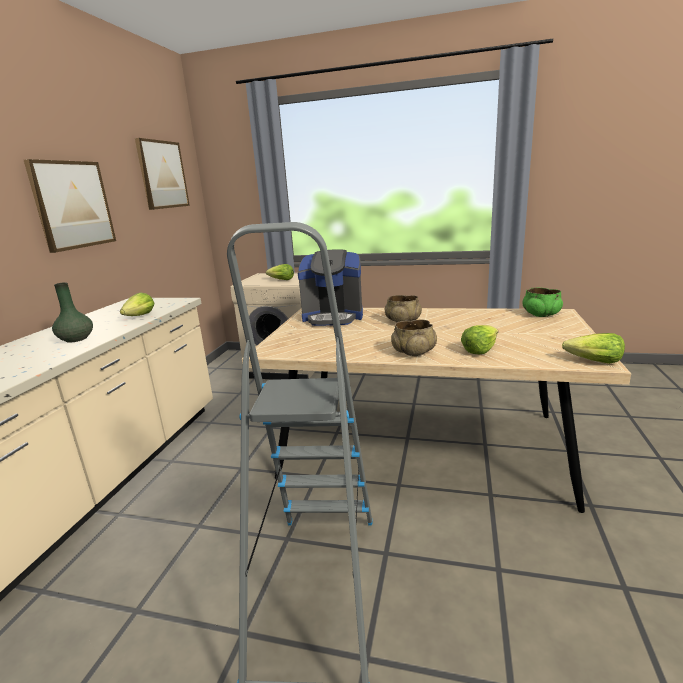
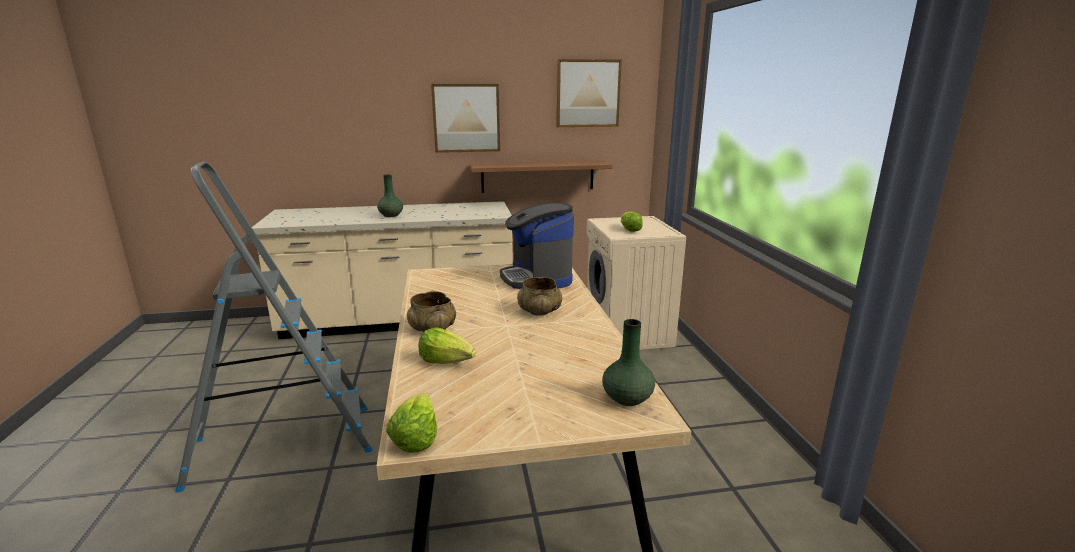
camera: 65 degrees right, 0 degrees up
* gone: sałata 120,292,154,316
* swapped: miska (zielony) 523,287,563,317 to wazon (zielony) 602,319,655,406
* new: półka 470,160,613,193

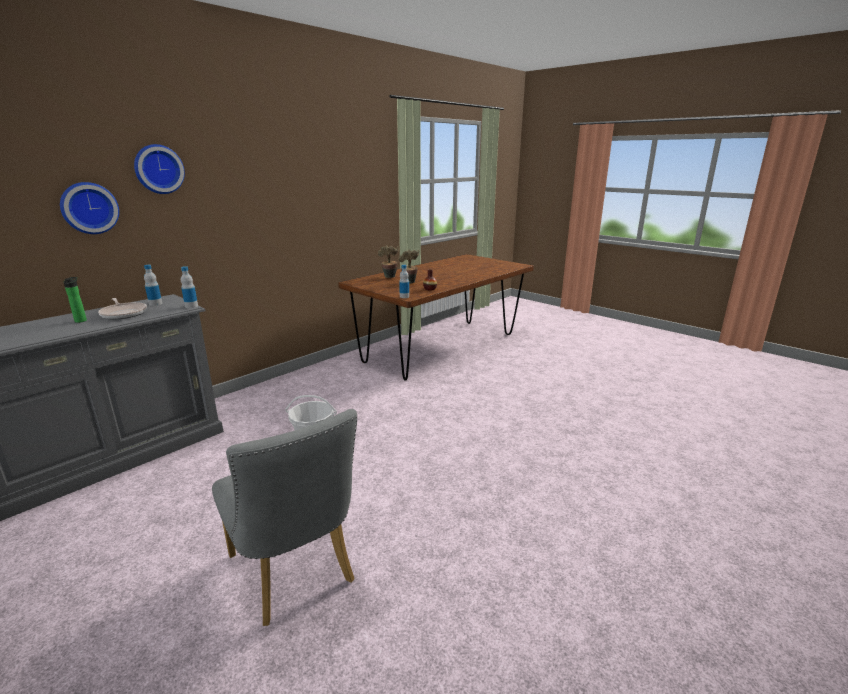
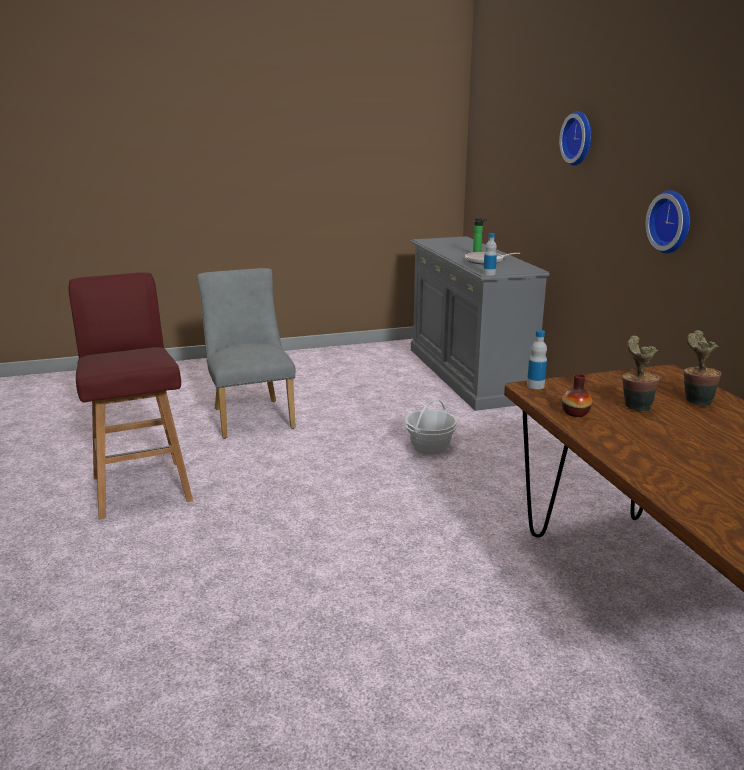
camera: 120 degrees right, 0 degrees up
* shifted: zegar ścienny 60,182,119,234 to 645,190,690,253
* gone: butelka 144,265,162,306
* rotated: krzesło (szary) 212,409,357,626 = 197,268,296,439 75 degrees clockwise
* new: stołek (czerwony) 68,272,193,519

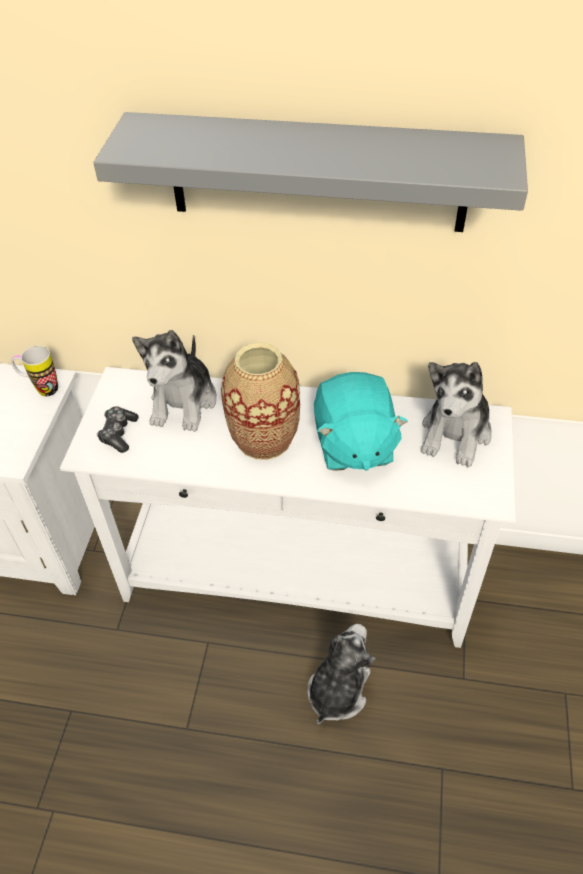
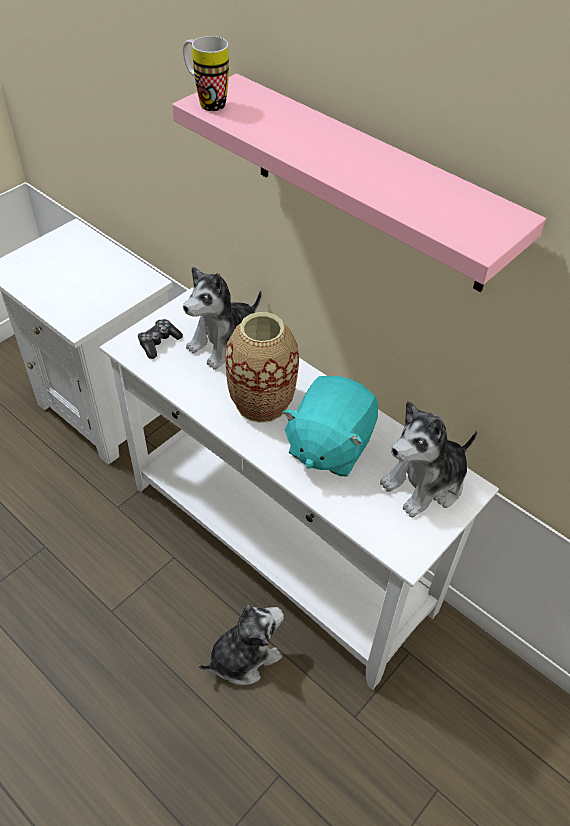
camera: 30 degrees right, 0 degrees up
* shifted: kubek 11,346,58,396 to 183,36,229,111
* repainted: półka (szary) 93,112,528,232 to półka (różowy) 172,74,546,292

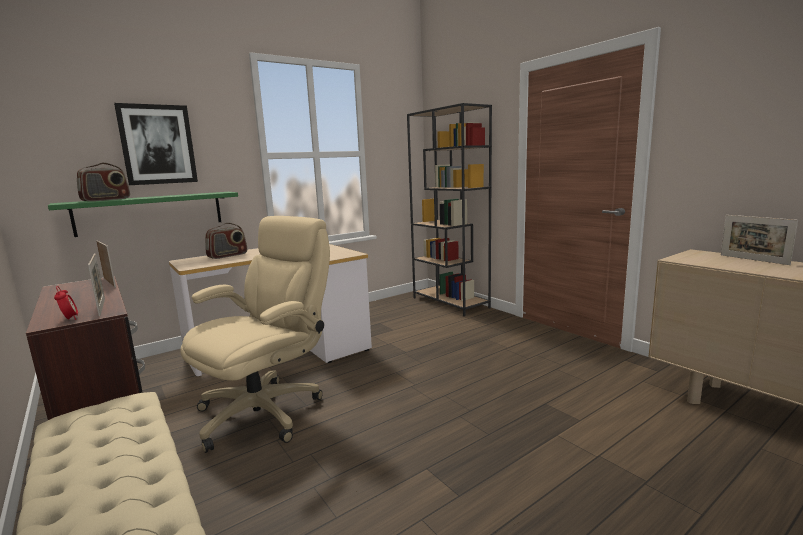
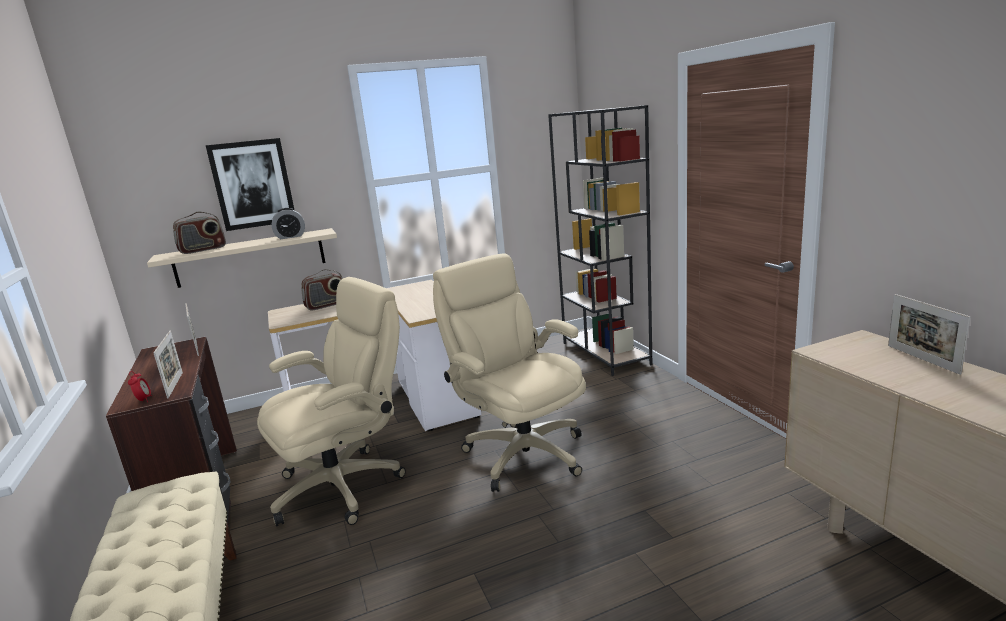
camera: 15 degrees right, 5 degrees up
* repainted: półka (zielony) 48,192,238,237 to półka (beżowy) 147,228,337,288
* new: budzik 272,208,305,239
* new: krzesło biurowe (beżowy) 433,253,586,492

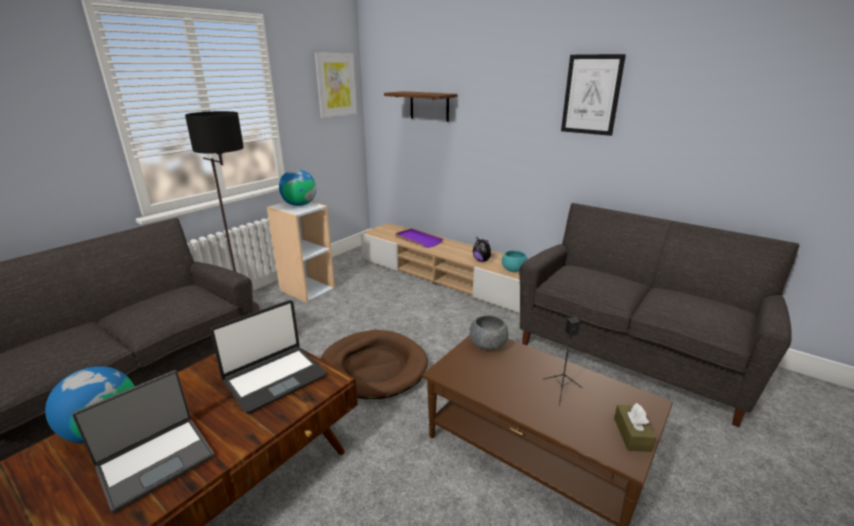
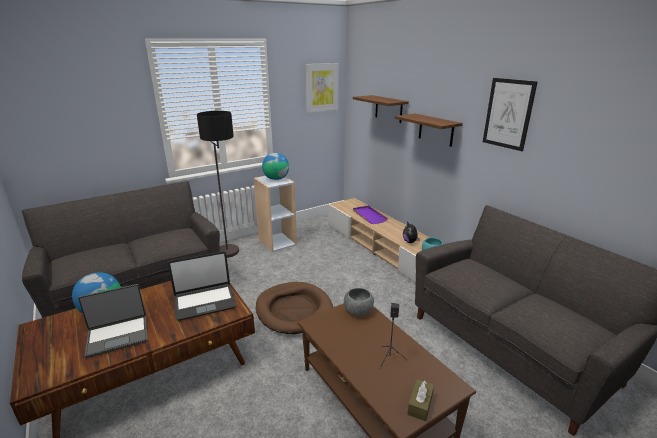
camera: 20 degrees right, 0 degrees up
* new: półka 395,114,463,147

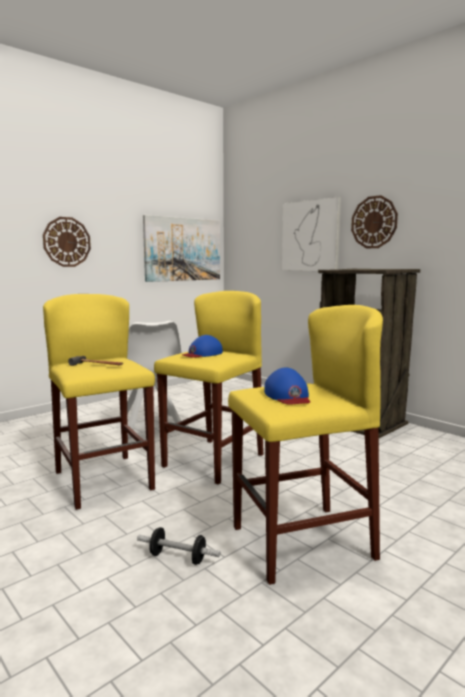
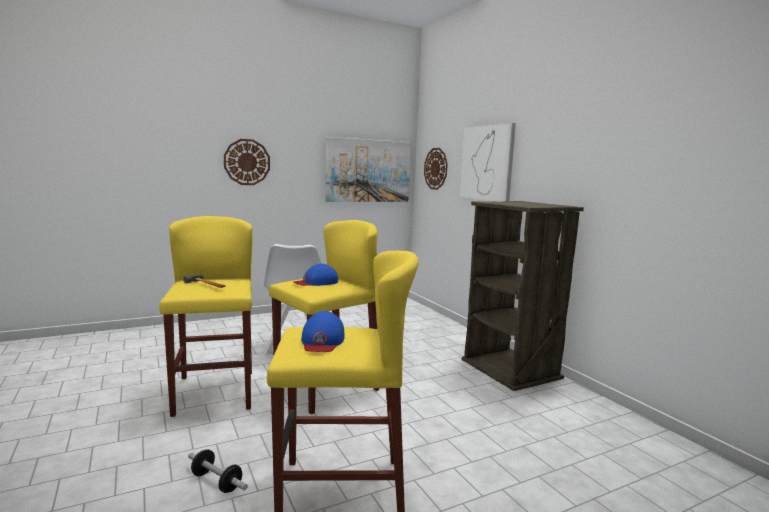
camera: 15 degrees right, 0 degrees up
* shifted: zegar ścienny 351,195,398,248 to 424,148,448,190

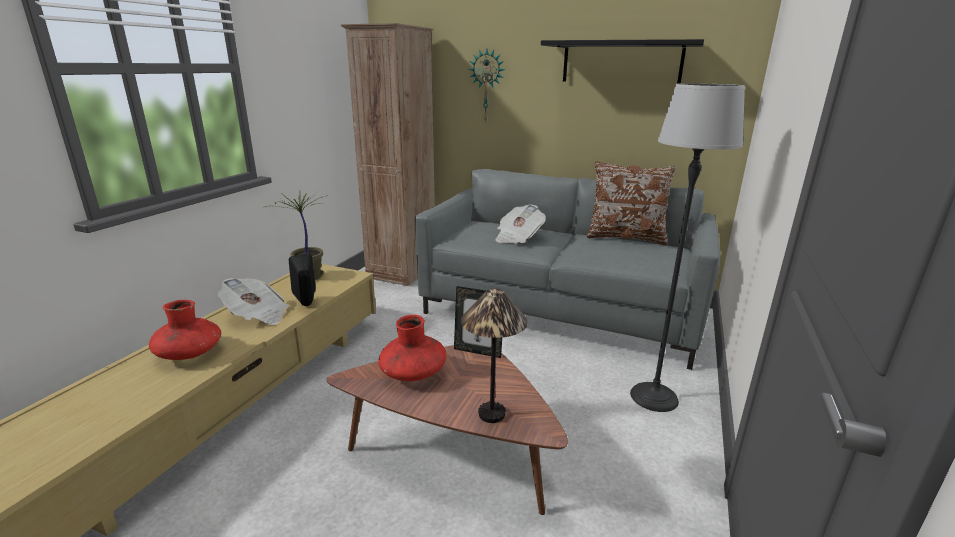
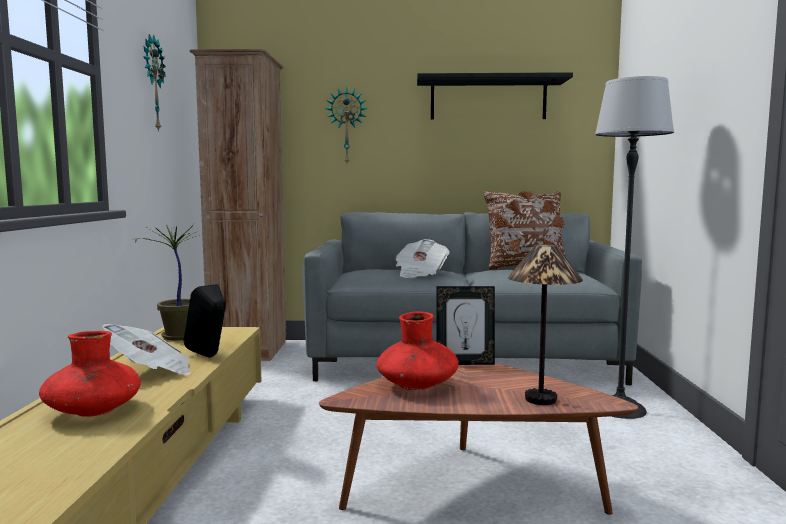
camera: 20 degrees left, 15 degrees down
* new: zegar ścienny 143,34,166,132

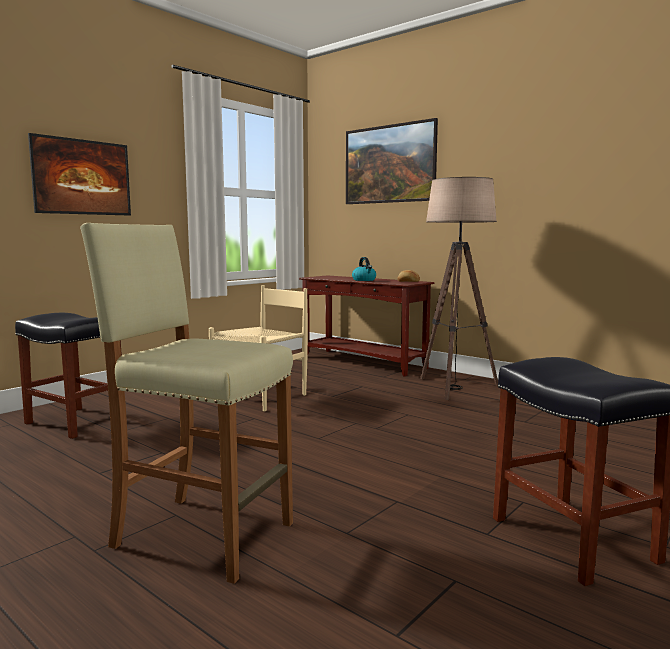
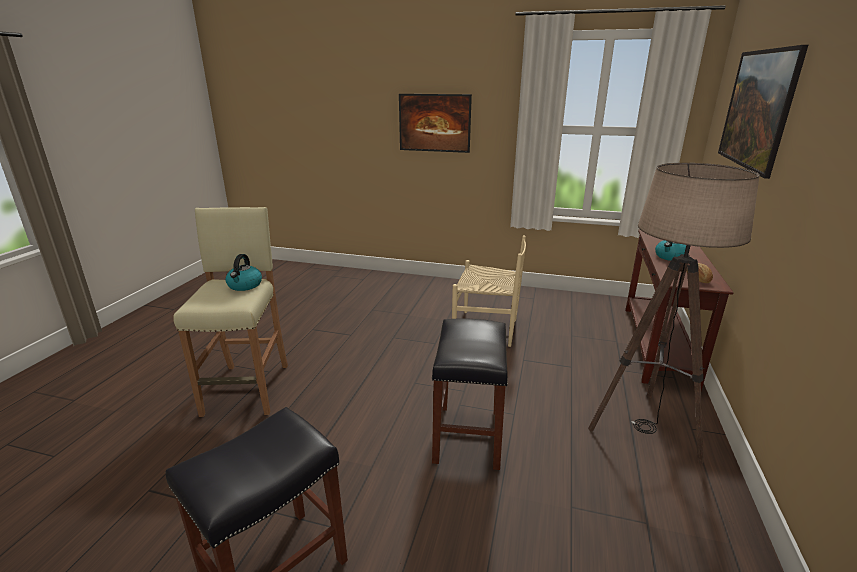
camera: 65 degrees right, 15 degrees up
* shifted: stołek (czarny) 15,313,122,439 to 432,318,508,470
* new: czajnik 225,254,262,291

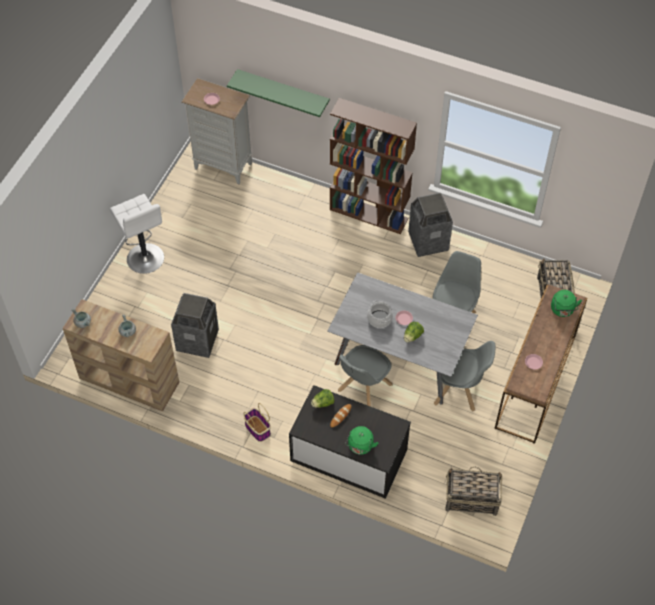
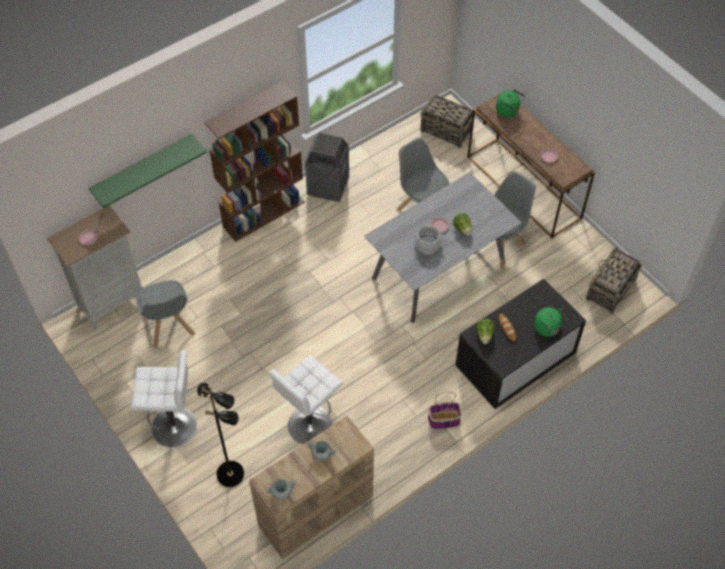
camera: 60 degrees left, 0 degrees up
* swapped: kosz na śmieci 171,293,219,358 to stołek (biały) 269,355,343,444
* shifted: krzesło (szary) 338,345,393,407 to 136,280,195,348
* new: lampa stojąca (czarny) 197,383,244,487

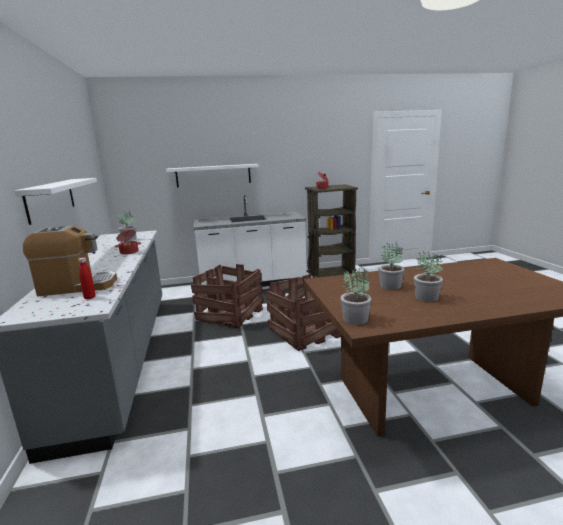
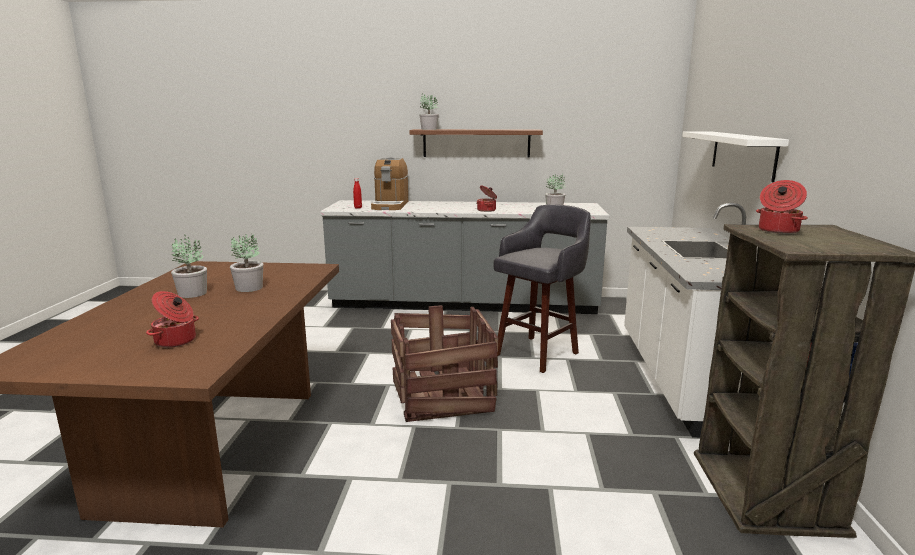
camera: 105 degrees right, 0 degrees up
* repainted: półka (biały) 15,178,97,225 to półka (brązowy) 409,129,543,158
* swapped: skrzynka 191,264,264,328 to stołek (szary) 494,205,591,373
* shifted: roślina doniczkowa 340,268,371,325 to 419,94,439,130
* new: garnek 146,291,199,348

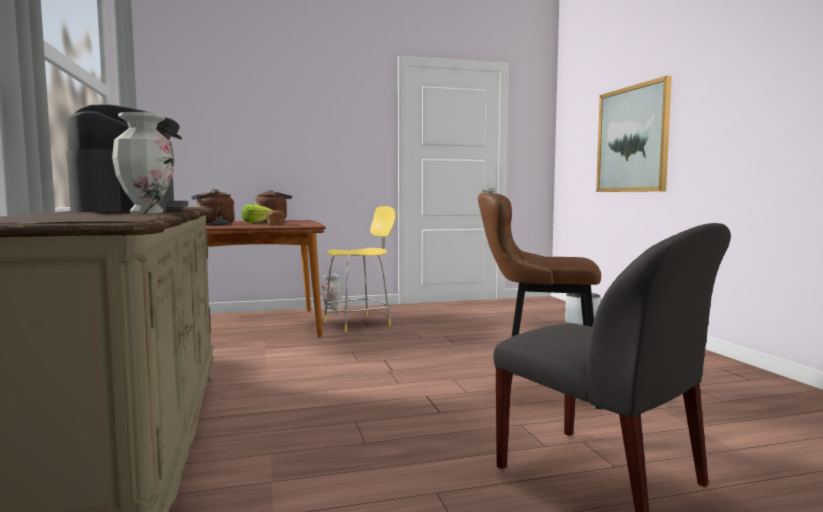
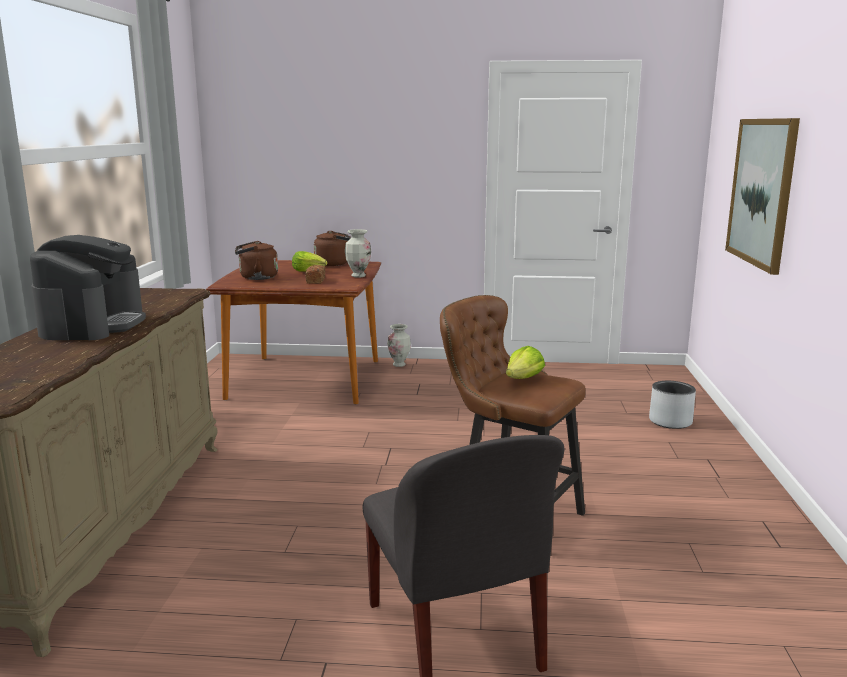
camera: 20 degrees right, 10 degrees up
* shifted: wazon 112,112,175,214 to 345,229,371,278
* gone: stołek (żółty) 324,206,396,332
* new: sałata 506,346,545,379

